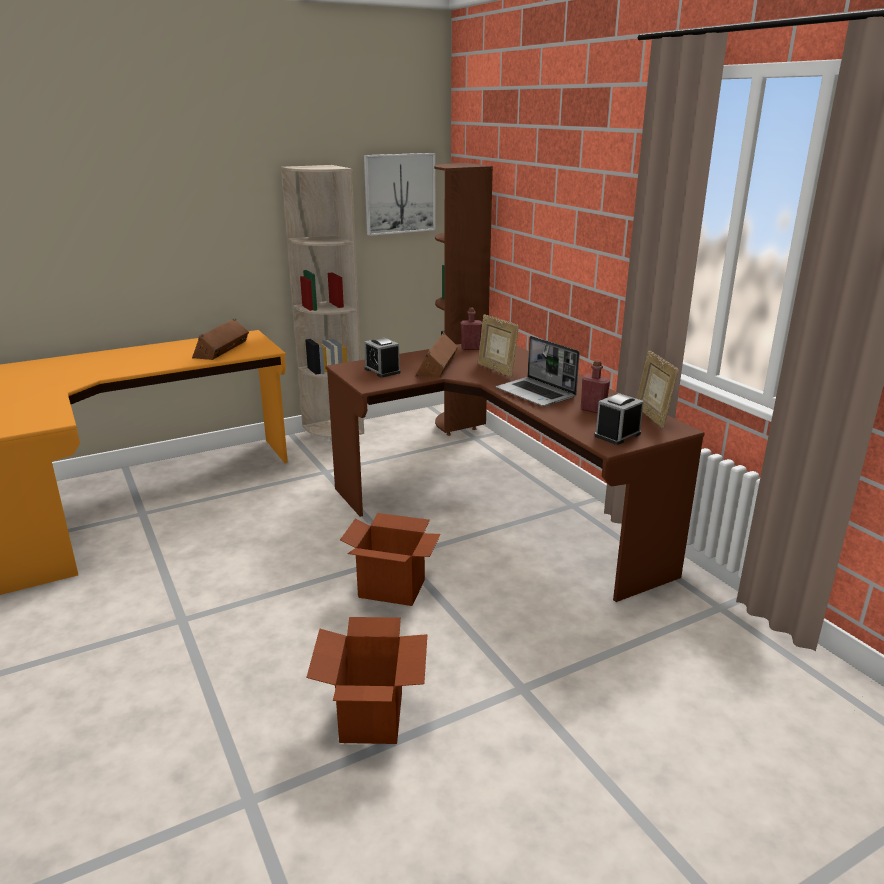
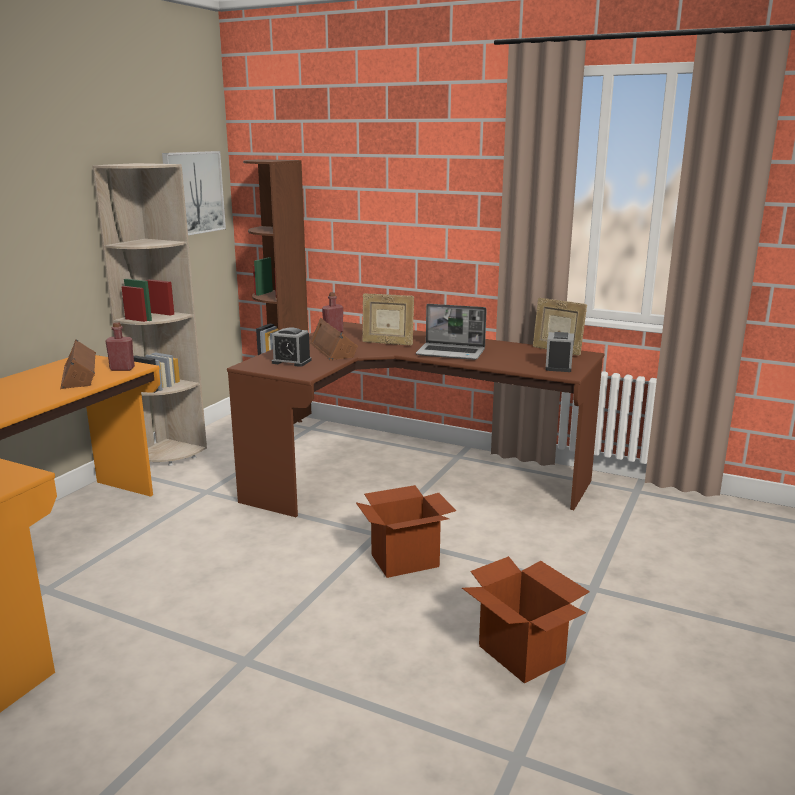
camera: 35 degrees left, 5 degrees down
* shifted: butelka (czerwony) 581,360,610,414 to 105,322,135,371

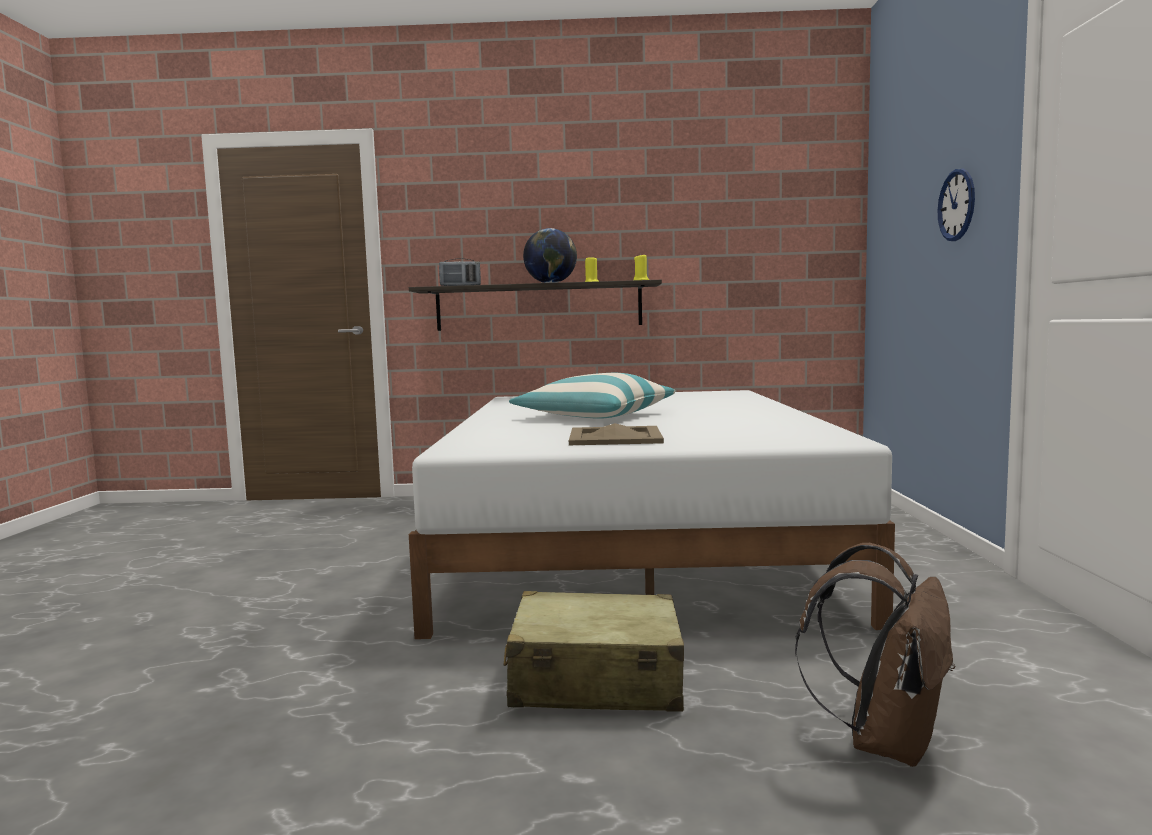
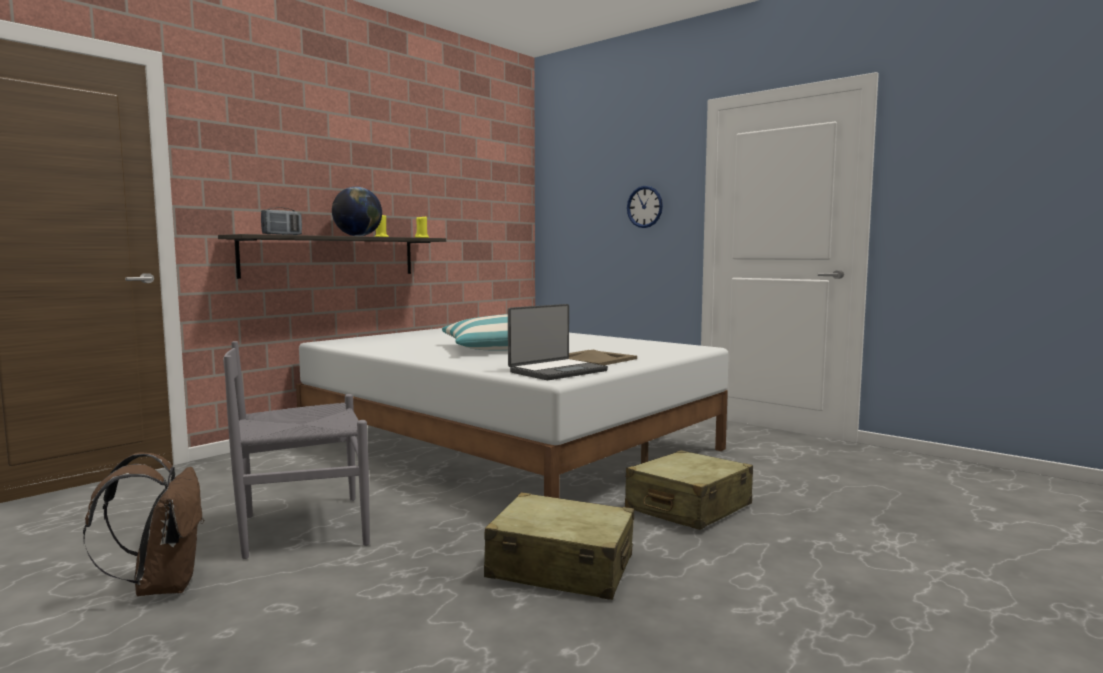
camera: 50 degrees left, 0 degrees up
* shifted: plecak (brązowy) 795,543,956,767 to 83,452,205,596
* new: krzesło (szary) 223,341,369,559
* new: walizka (beżowy) 484,492,634,600
* new: laptop 508,304,608,380

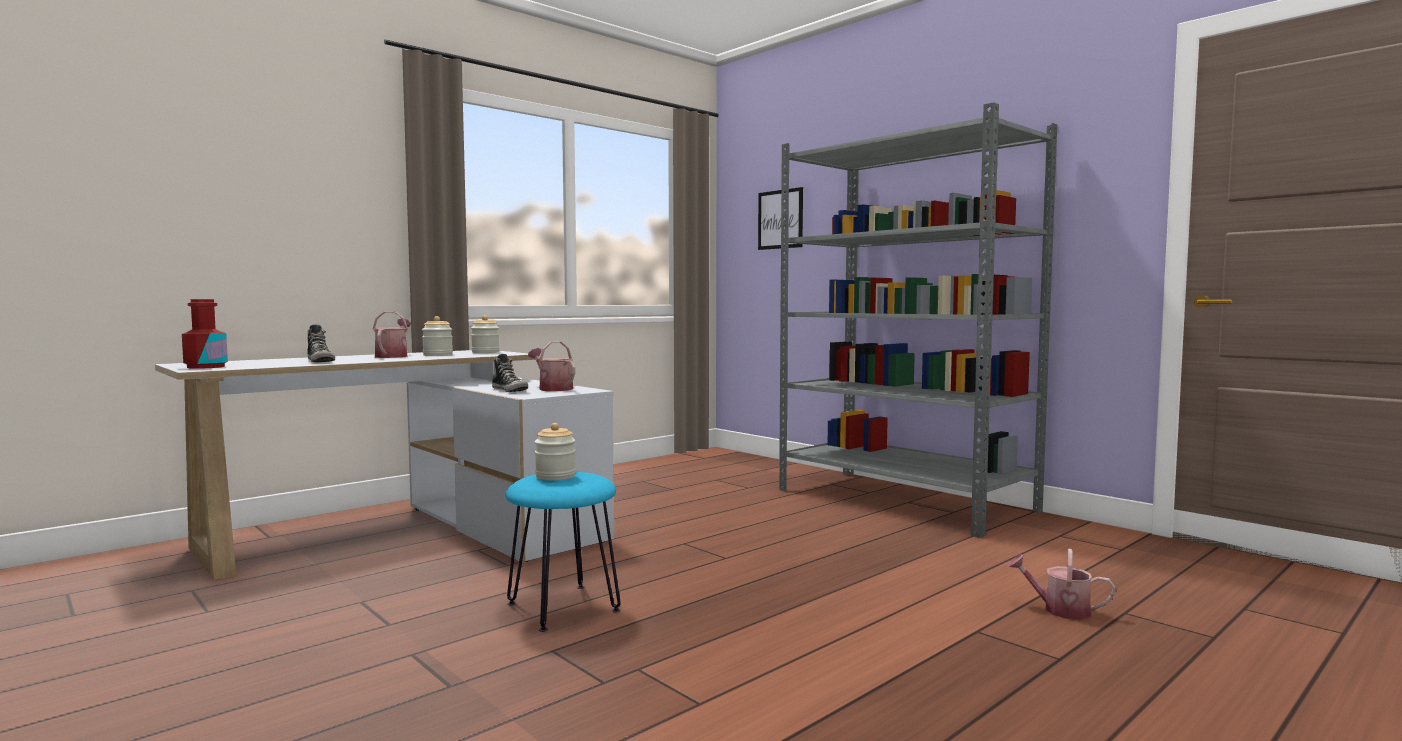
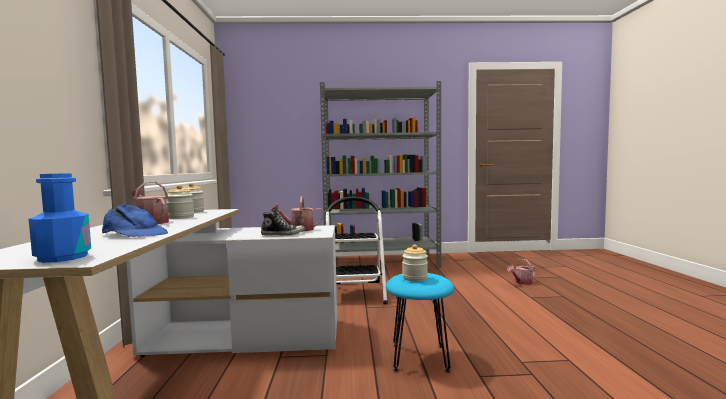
camera: 50 degrees left, 0 degrees up
* repainted: butelka (czerwony) 182,299,228,369 to butelka (niebieski) 29,173,91,263
* swapped: but 307,324,335,362 to czapka z daszkiem (niebieski) 102,204,168,237
* gone: obraz 758,187,803,250
* new: drabinka 326,196,388,304

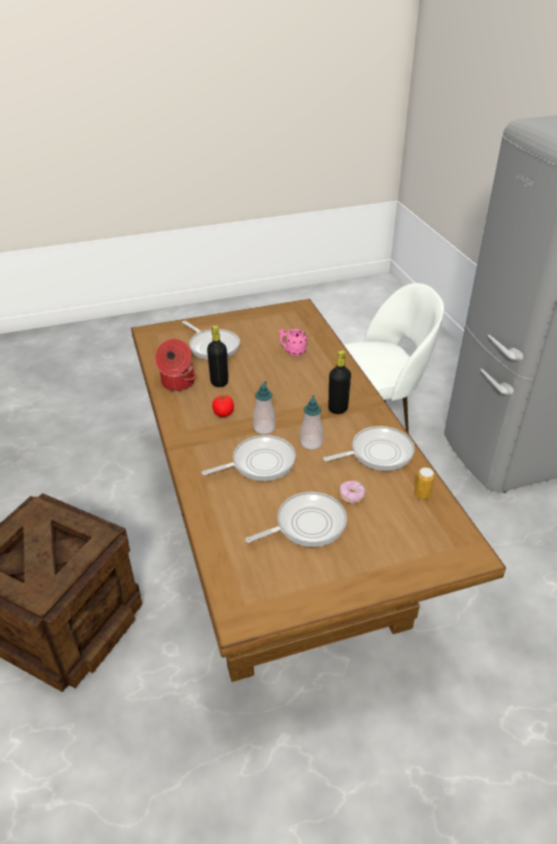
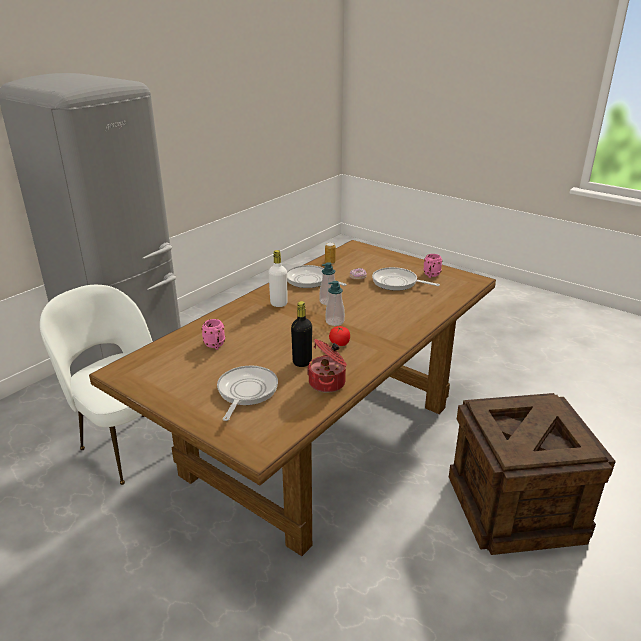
camera: 125 degrees left, 10 degrees down
* gone: patelnia 202,435,296,481
* repainted: butelka (czarny) 328,350,351,414 to butelka (biały) 268,250,288,307
* new: kubek (różowy) 424,254,443,278

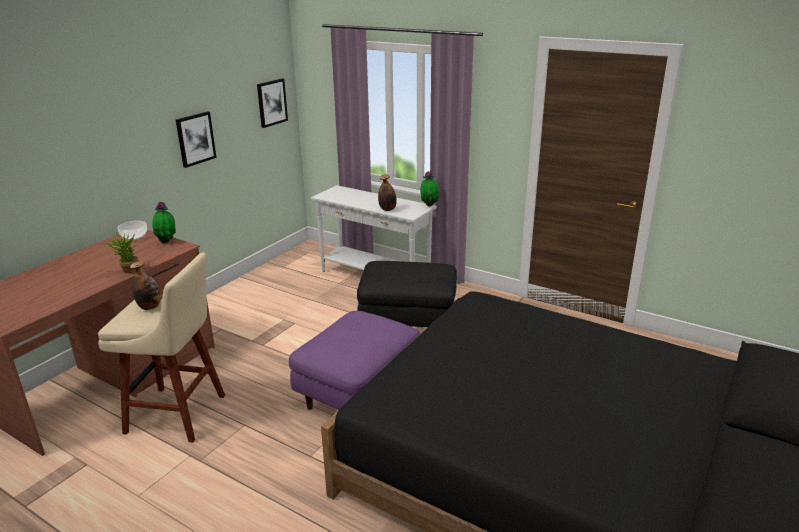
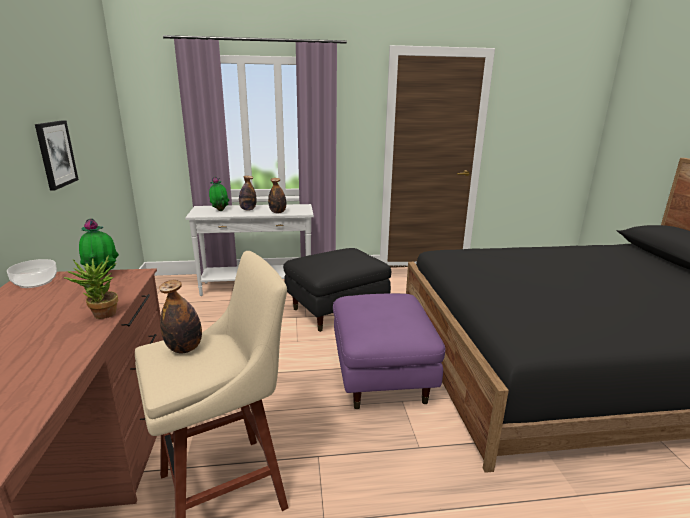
camera: 40 degrees left, 5 degrees down
* gone: obraz 257,79,288,128
* shifted: roślina doniczkowa 420,171,440,206 to 209,176,229,211
* new: butelka 239,176,256,210

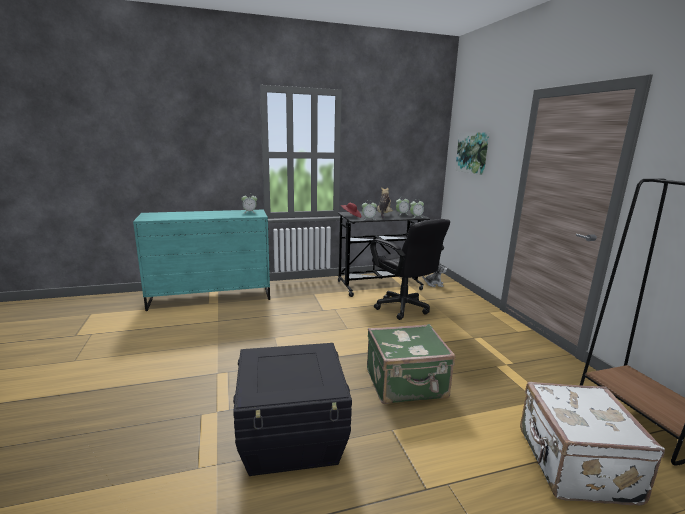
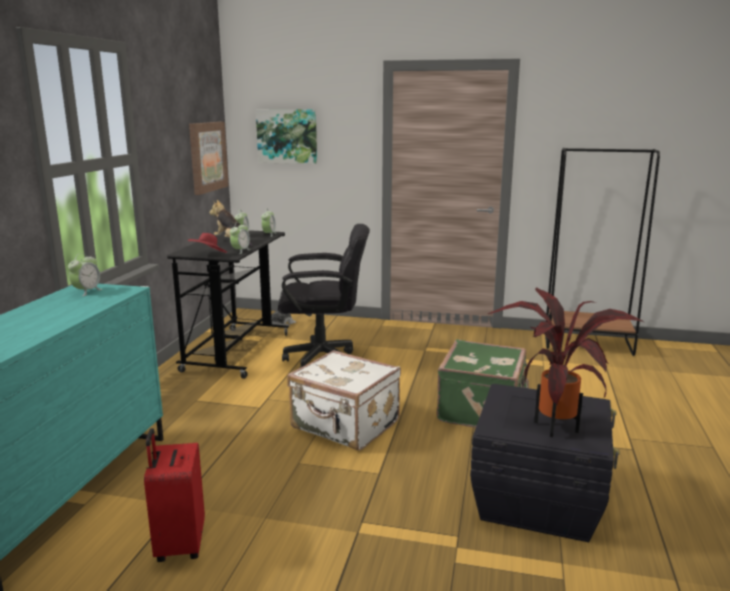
camera: 60 degrees left, 0 degrees up
* shifted: walizka (biały) 520,382,665,505 to 287,350,401,450
* new: walizka (czerwony) 144,428,205,562
* new: obraz 189,122,229,195
* new: roślina doniczkowa 487,287,644,437

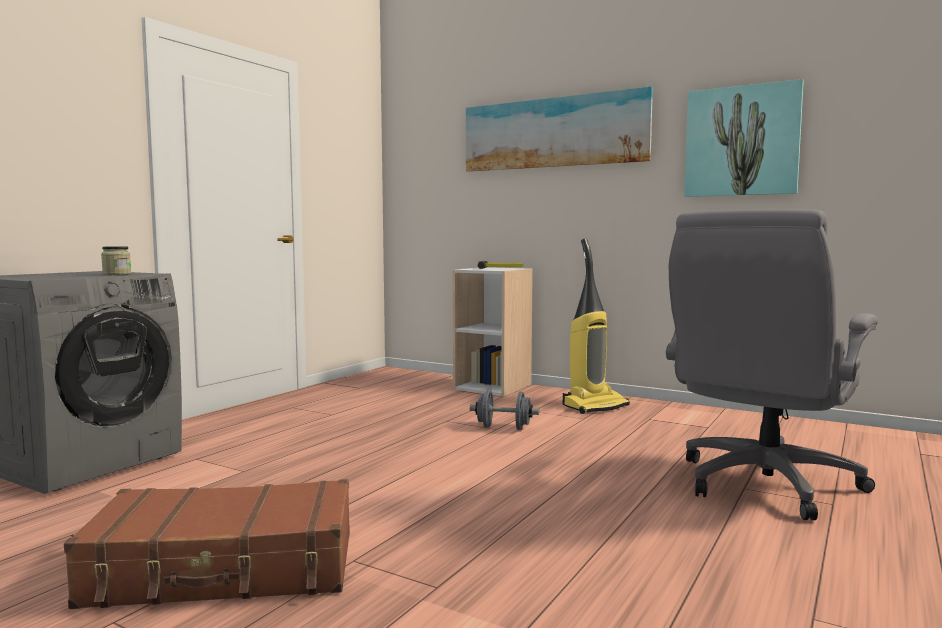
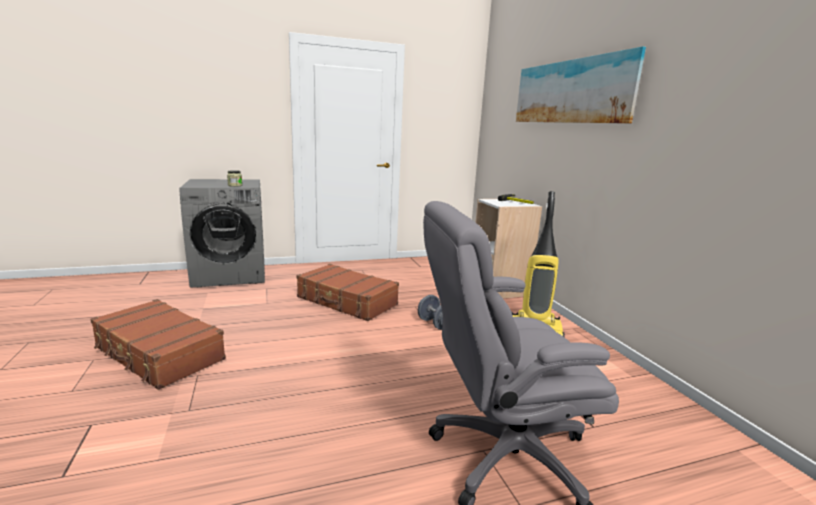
camera: 40 degrees right, 10 degrees up
* gone: obraz 684,79,804,197
* new: walizka (brązowy) 297,264,399,321

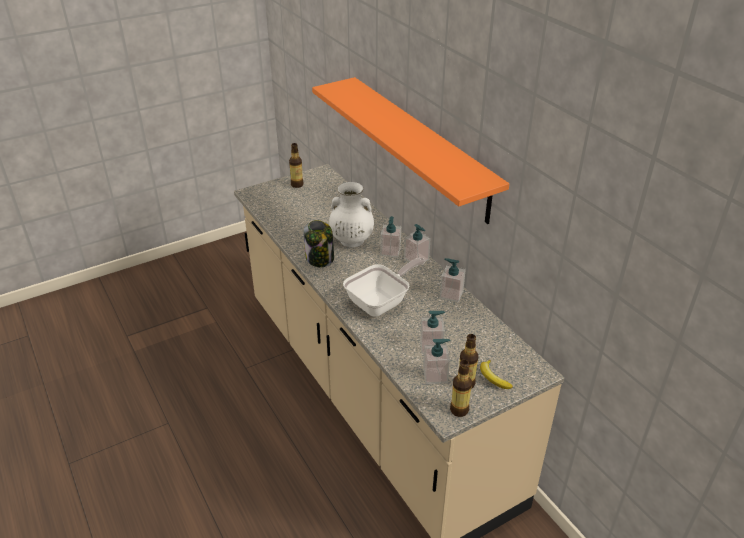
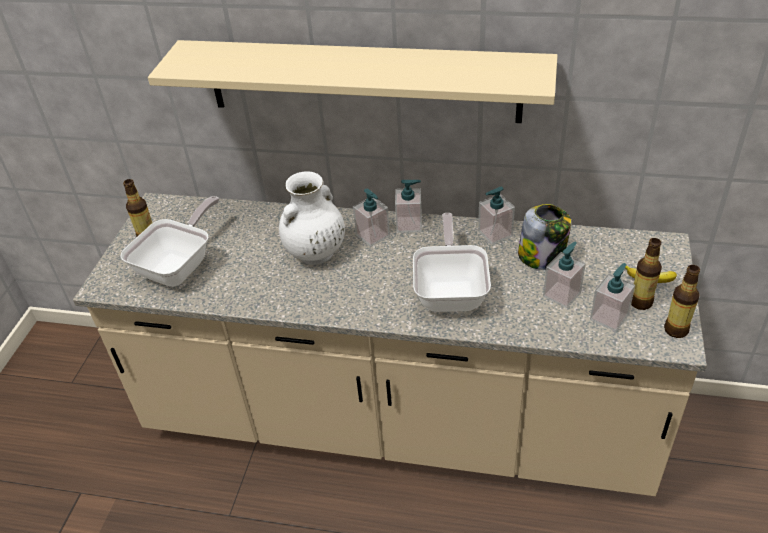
camera: 45 degrees left, 5 degrees up
* shifted: słoik 303,220,334,267 to 518,204,571,270
* repainted: półka (pomarańczowy) 312,77,509,224 to półka (beżowy) 148,40,558,123
* new: patelnia 120,196,219,287

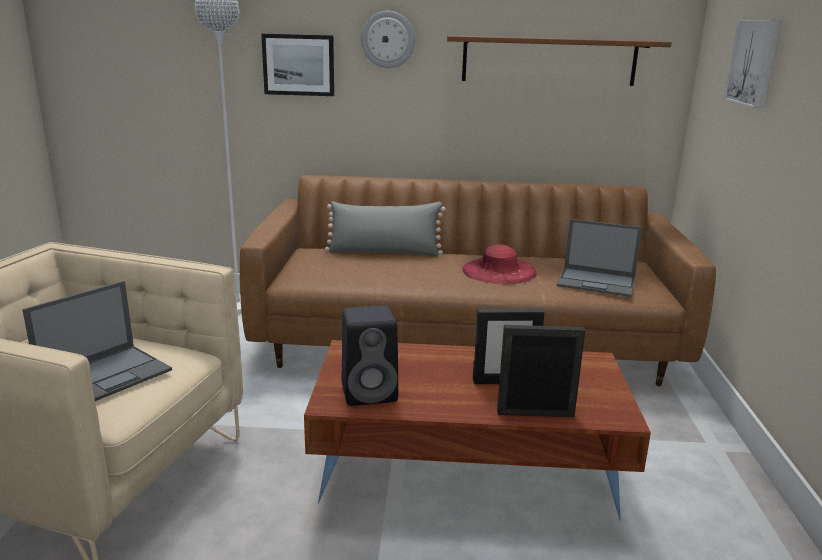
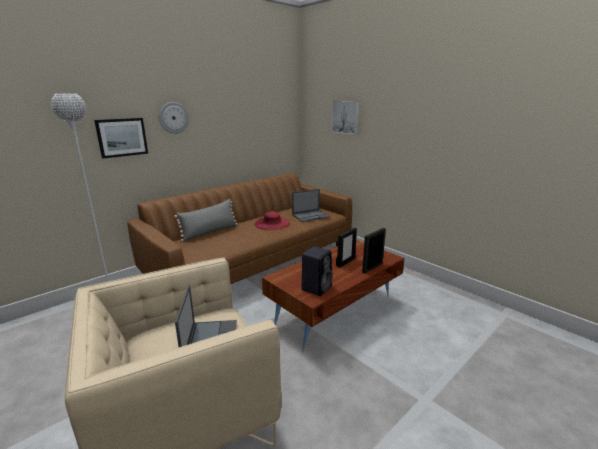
camera: 45 degrees left, 0 degrees up
* gone: półka (brązowy) 447,35,672,86

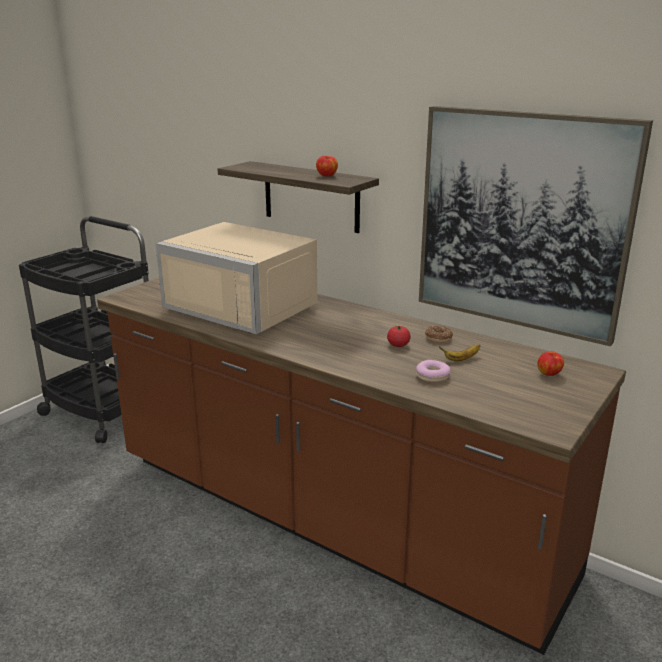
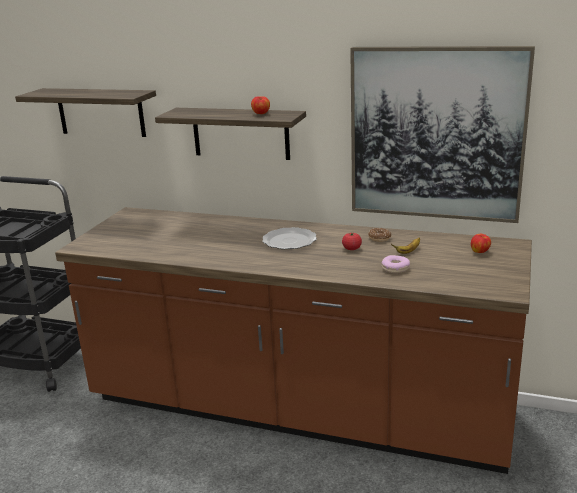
camera: 15 degrees left, 0 degrees up
* gone: mikrofalówka (beżowy) 156,222,317,334
* new: półka 15,88,156,137
* new: talerz 262,227,317,249

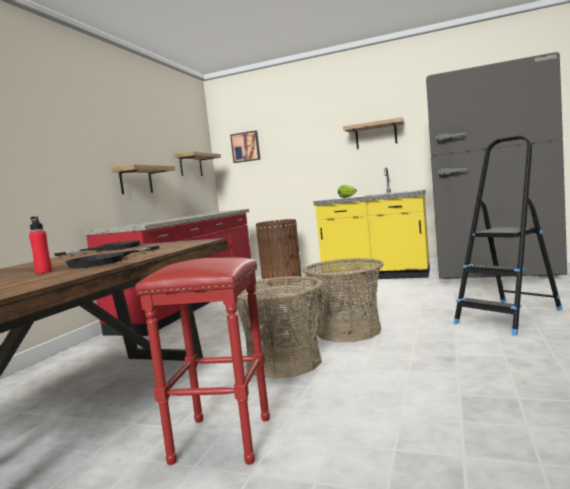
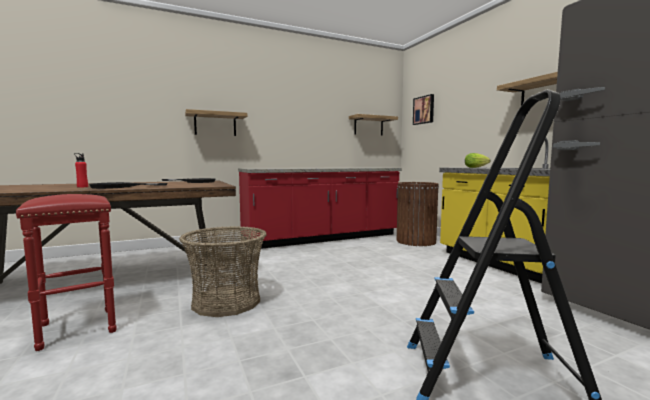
camera: 45 degrees right, 0 degrees up
* shifted: półka 112,164,175,194 to 185,109,247,136
* gone: koszyk 303,258,384,342

